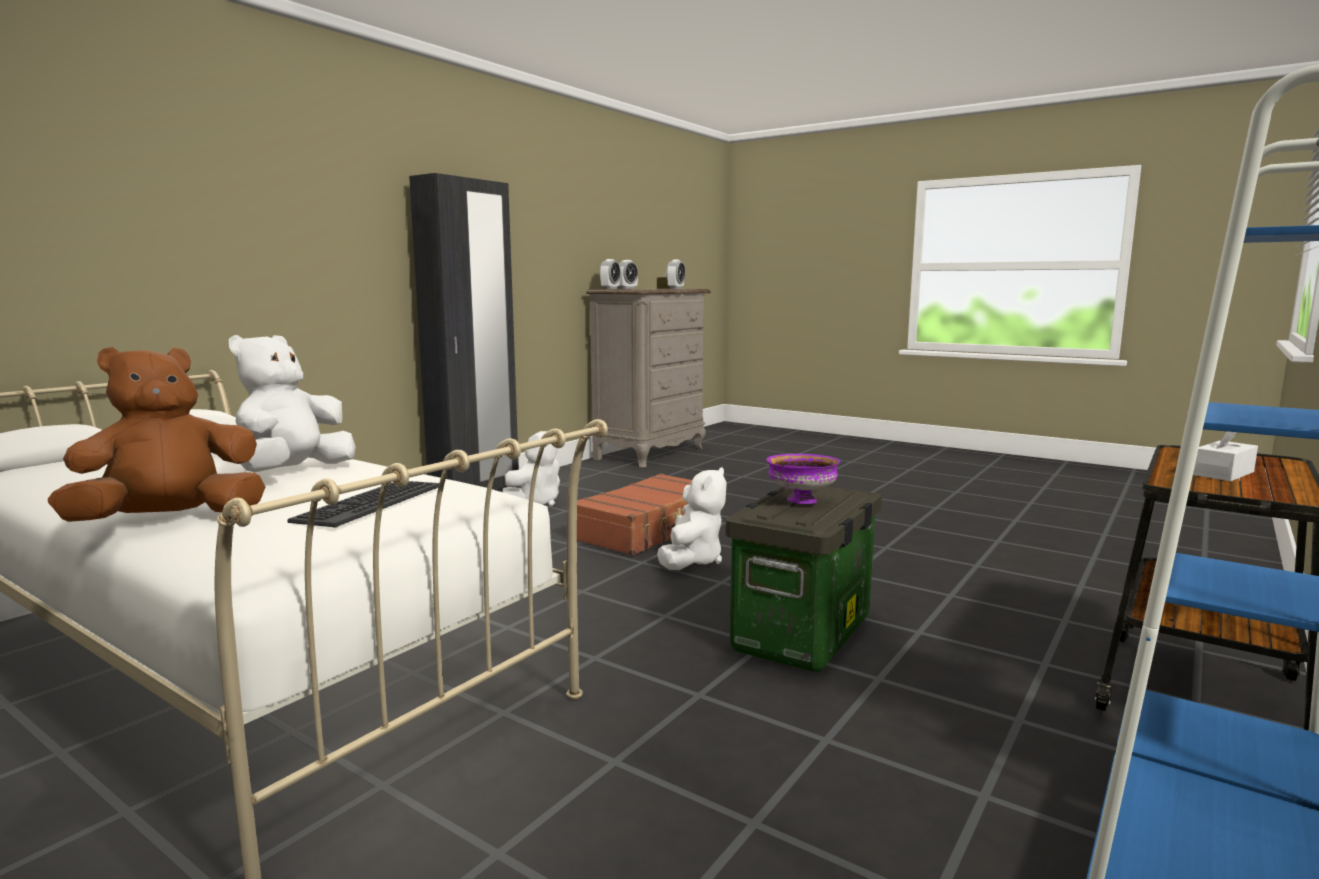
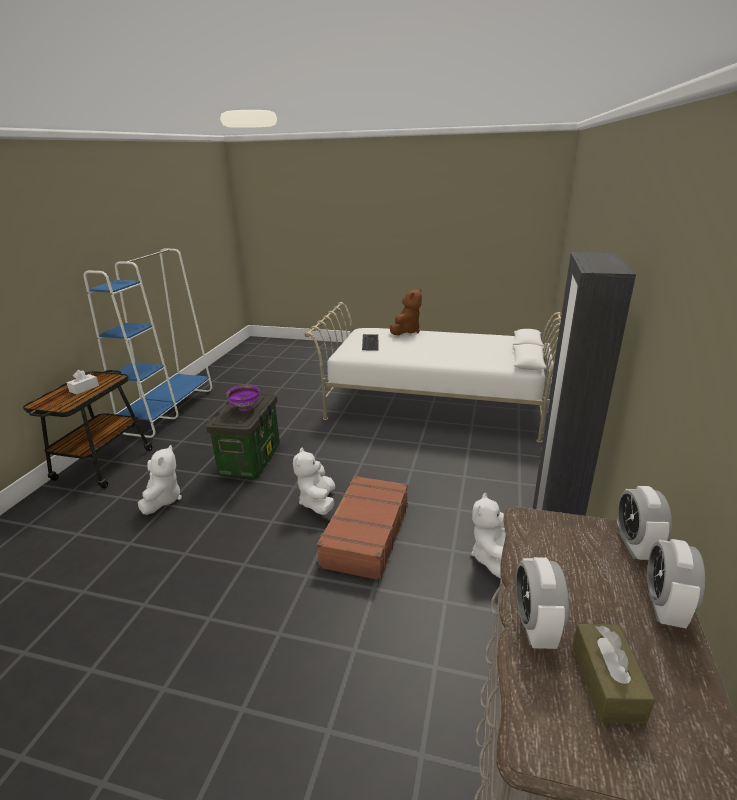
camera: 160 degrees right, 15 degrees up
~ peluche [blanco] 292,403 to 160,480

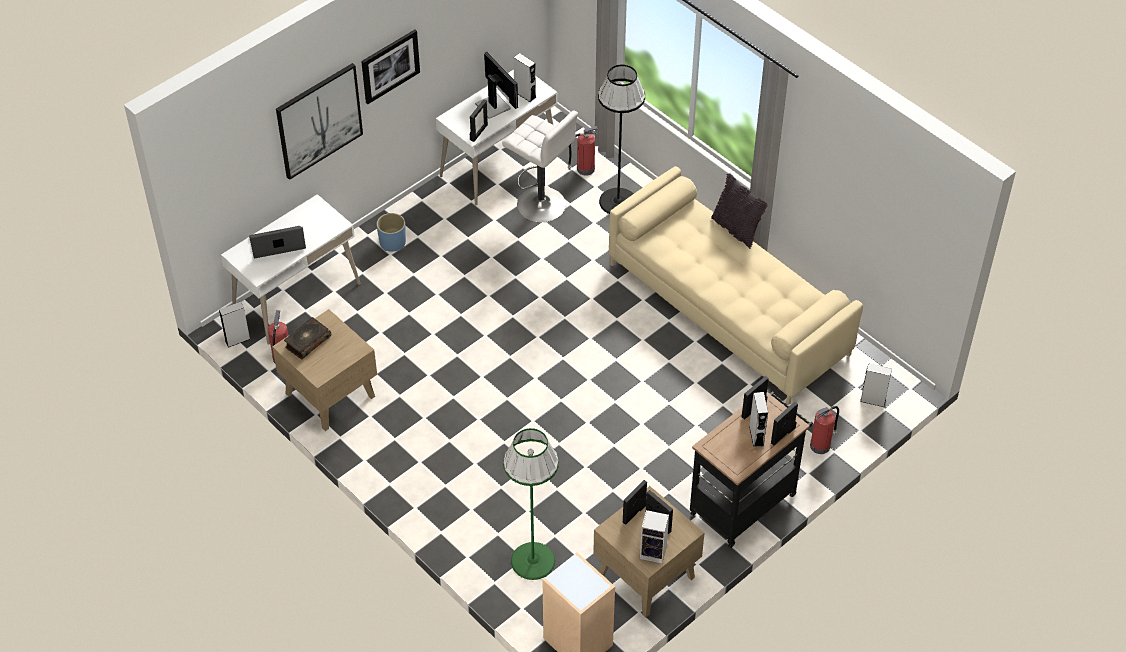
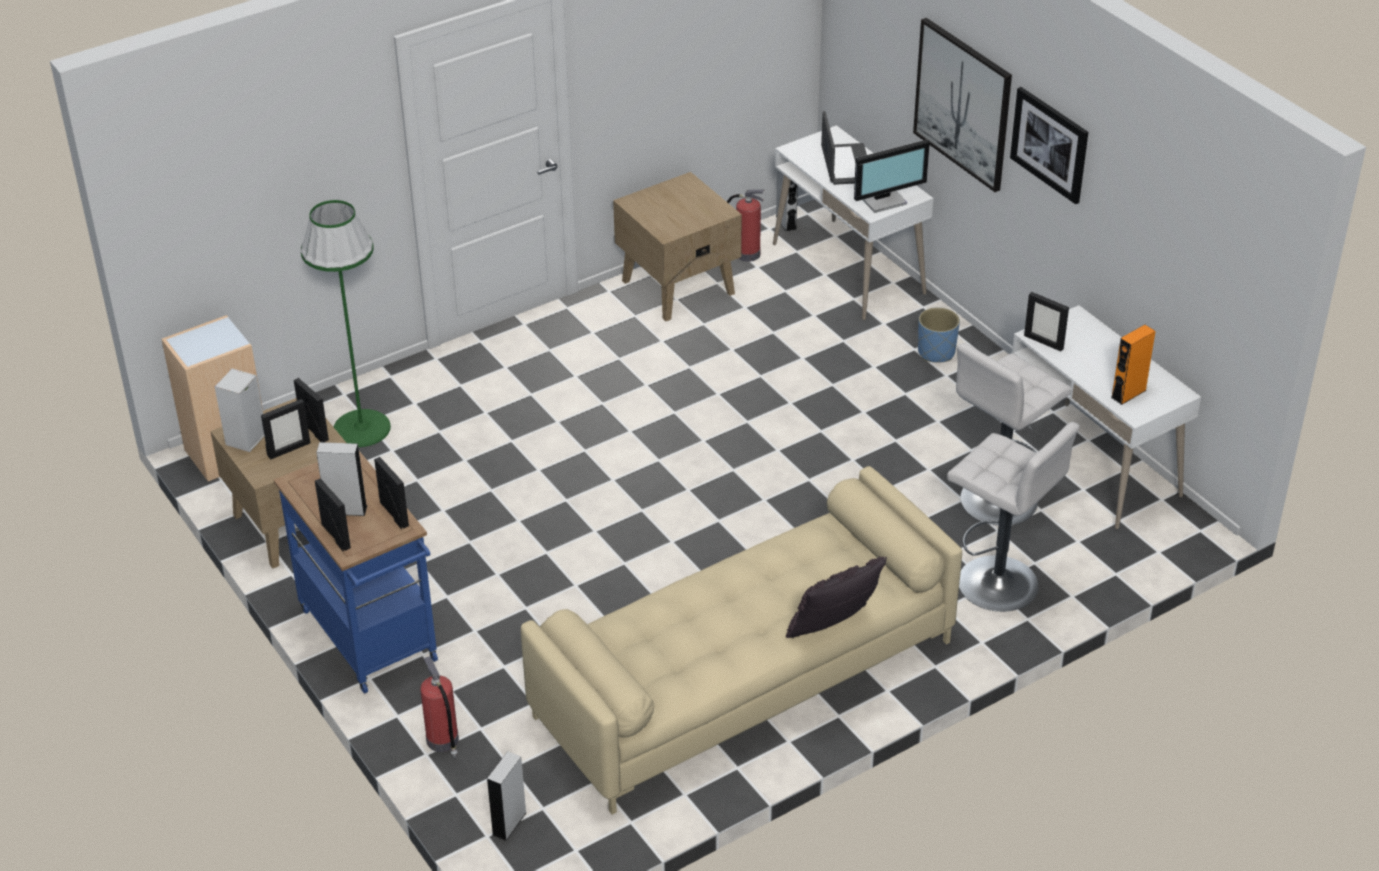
camera: 100 degrees right, 10 degrees down
~ carrito [negro] 751,470 to carrito [azul] 356,572
~ monitor 496,85 to 892,176
~ lámpara de pie [negro] 621,139 to taburete [blanco] 1013,517
~ altavoz [gris] 524,77 to altavoz [naranja] 1133,365
- libro 307,338
- extintor 583,151

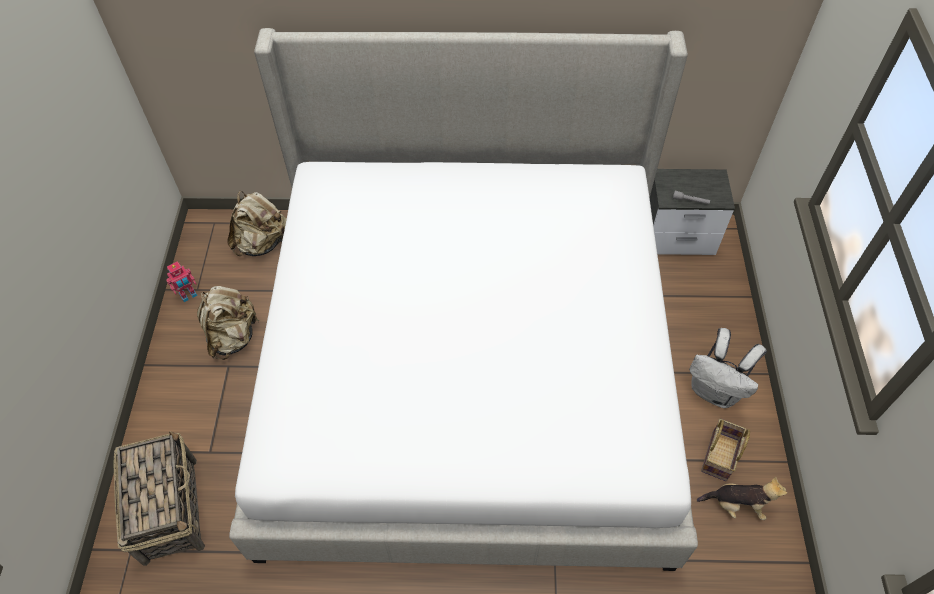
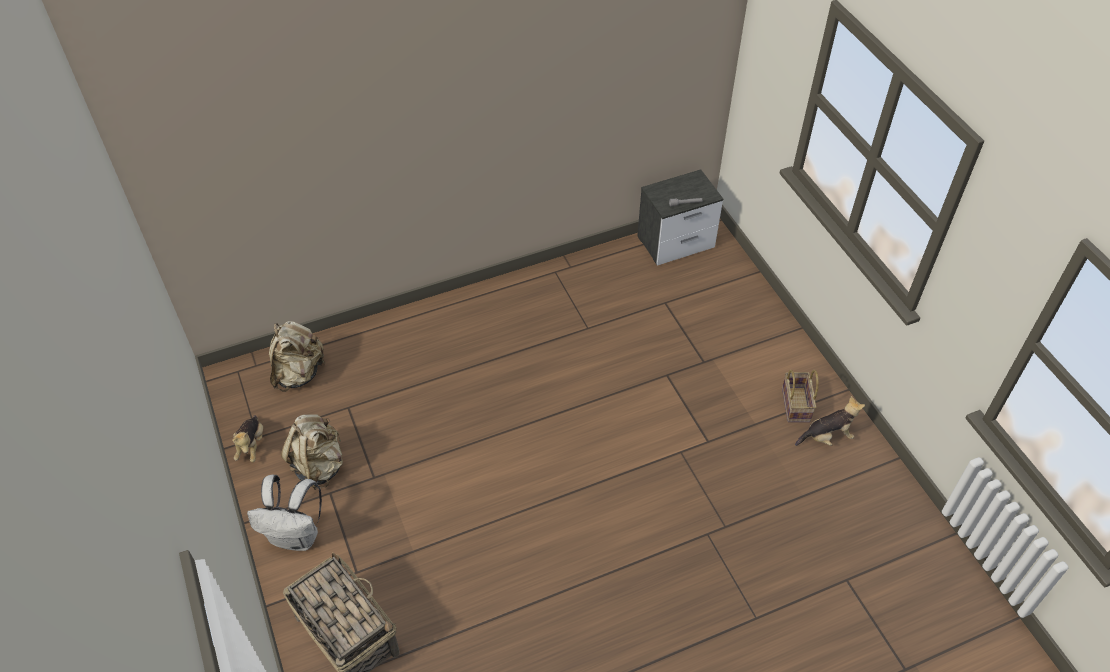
camera: 25 degrees left, 5 degrees down
~ robot de juguete 182,281 to peluche 247,439
~ mochila [blanco] 728,368 to 284,513
- cama 463,299

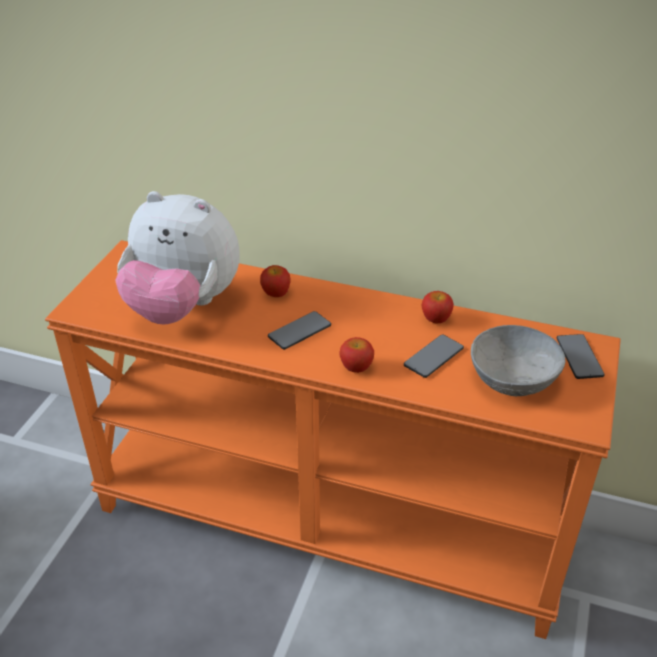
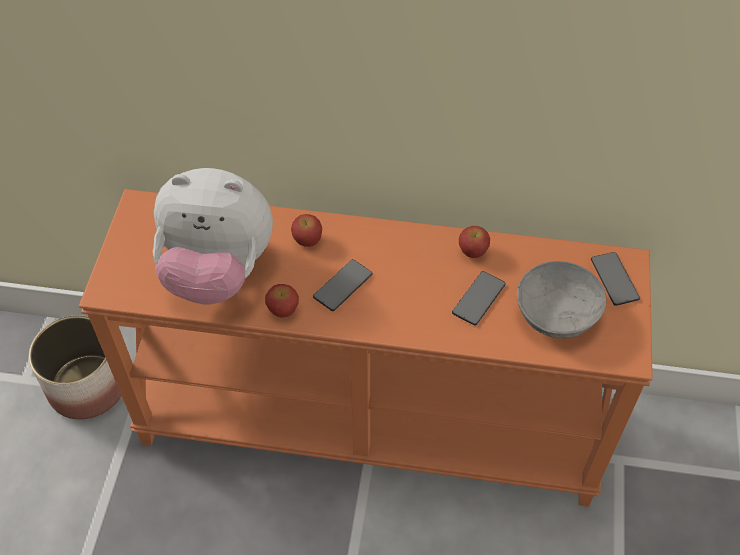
camera: 10 degrees left, 15 degrees up
+ maceta 75,367
~ manzana 357,355 to 282,300

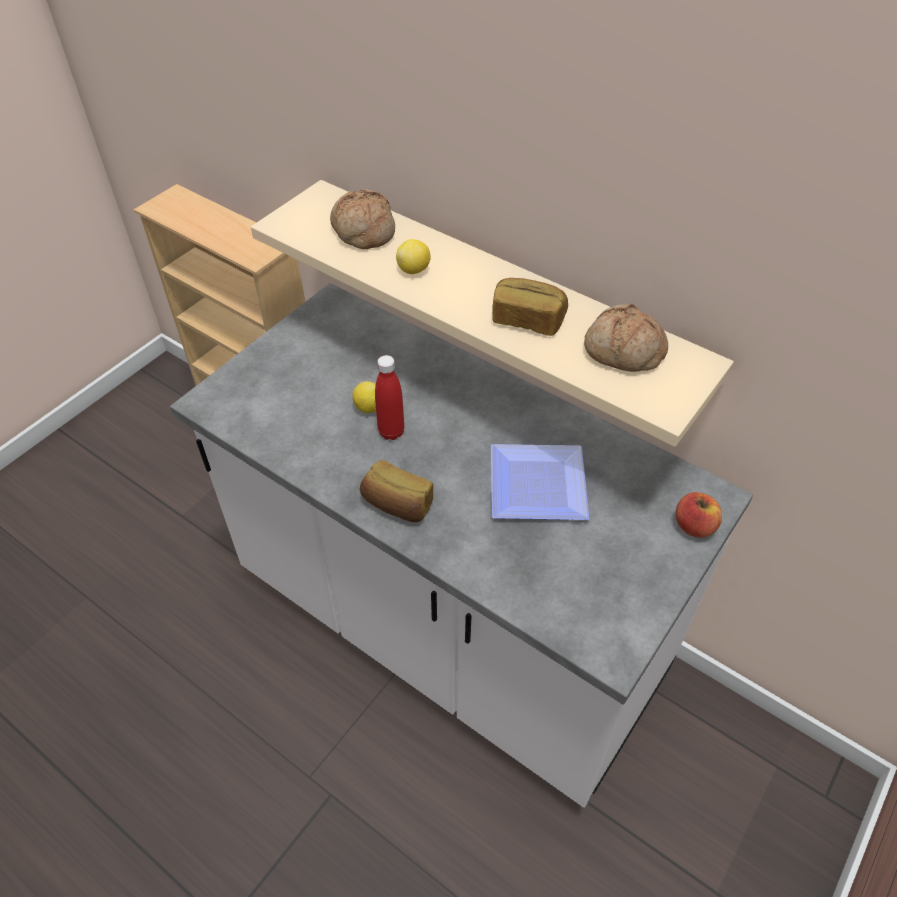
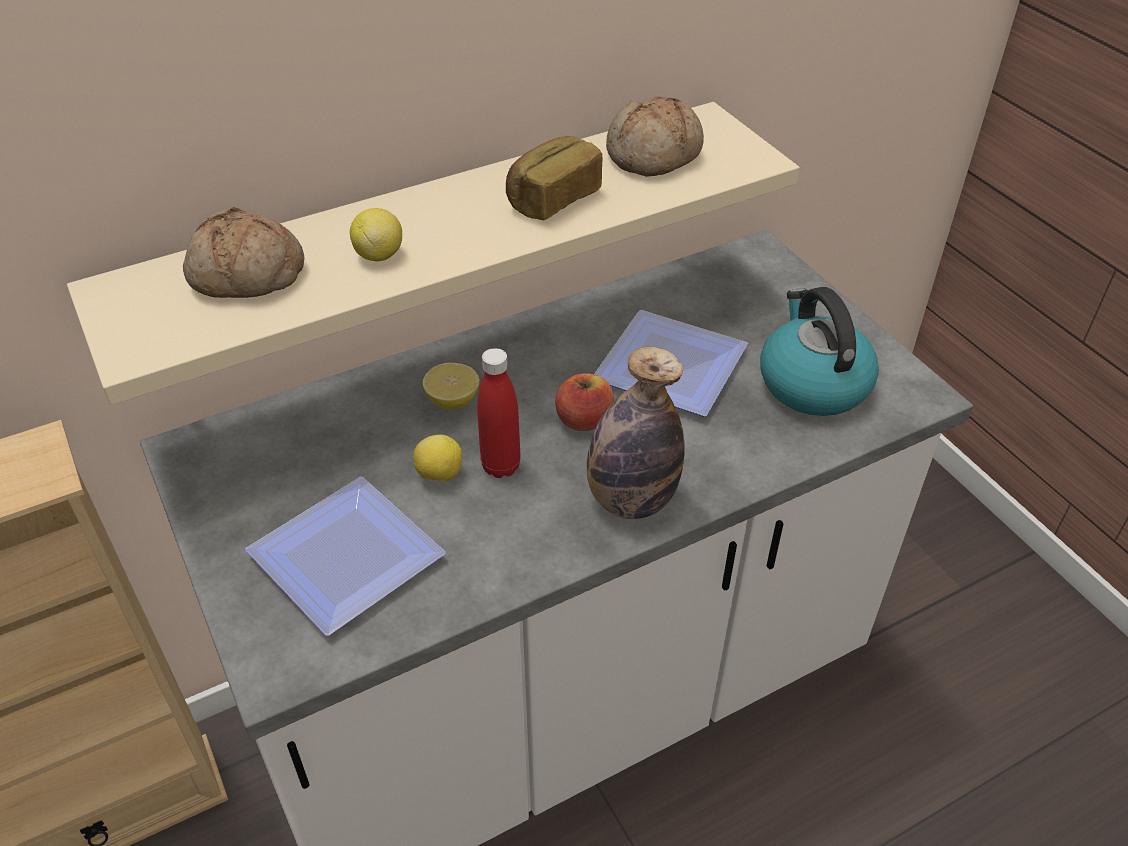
camera: 65 degrees left, 5 degrees down
+ plato 345,556
+ limón 451,386
~ manzana 698,514 to 584,402
~ pan 396,491 to botella 636,433
+ hervidor 819,351

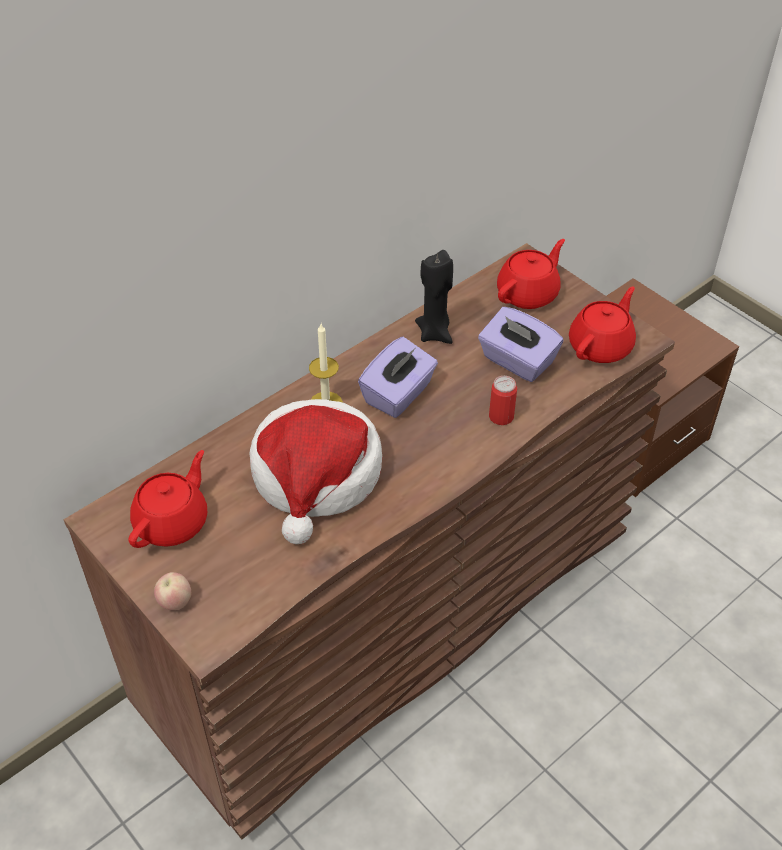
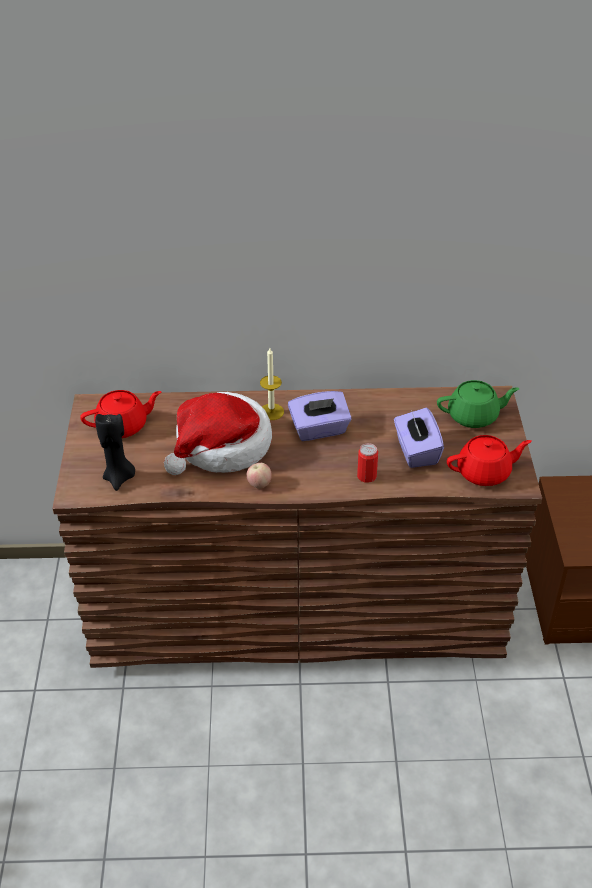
camera: 40 degrees right, 5 degrees down
~ vela [negro] 434,297 to 115,452
~ manzana 172,591 to 259,476
~ tetera [rojo] 531,274 to tetera [verde] 478,404

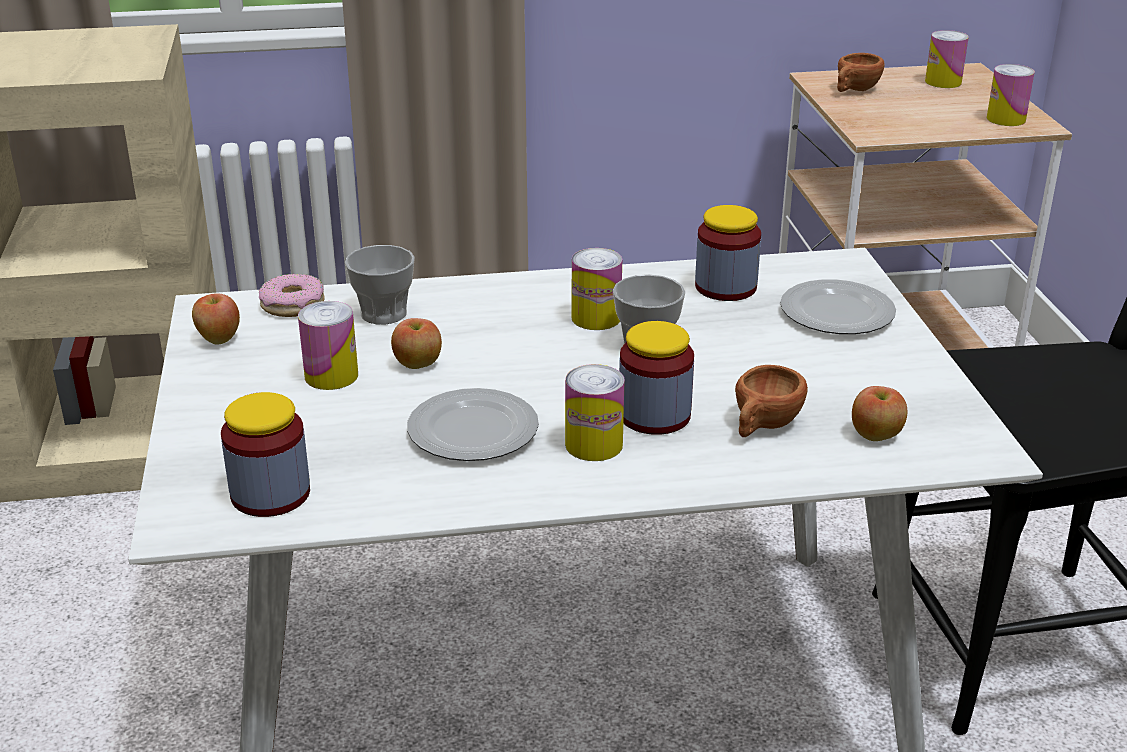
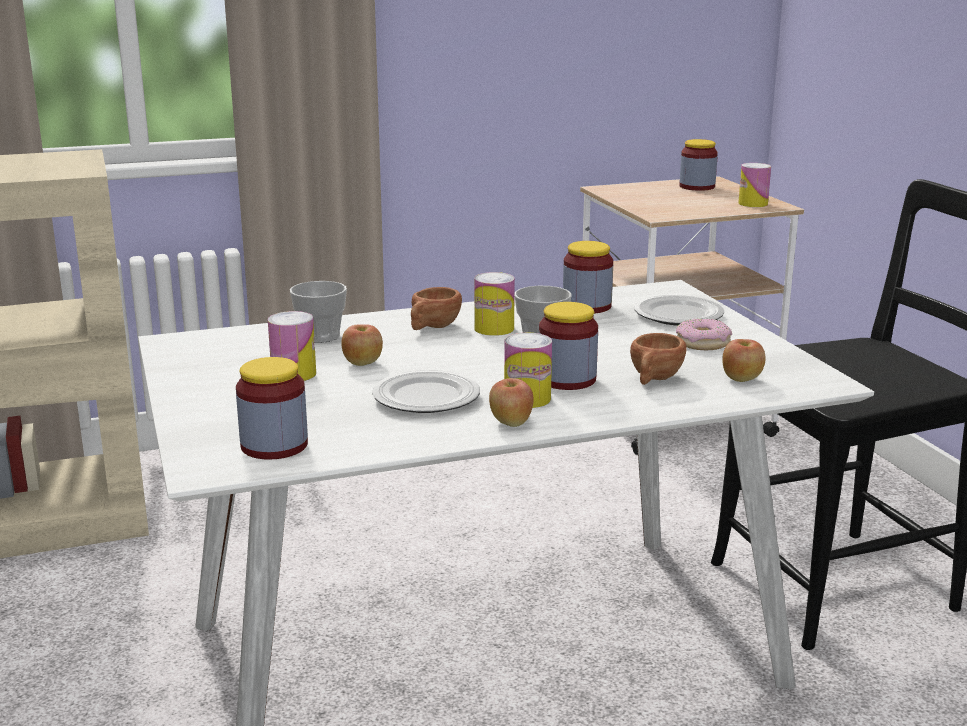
camera: 10 degrees left, 10 degrees down
~ taza [marrón] 861,72 to 436,308
~ manzana 216,319 to 511,402
~ rosquilla 292,295 to 704,334
~ lata 947,59 to tarro 698,165

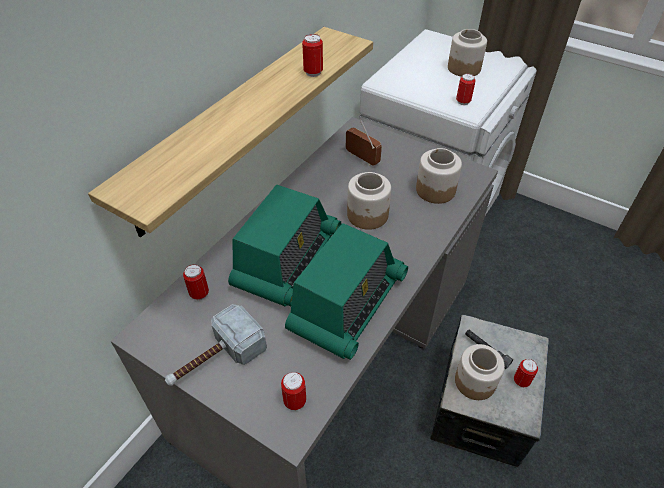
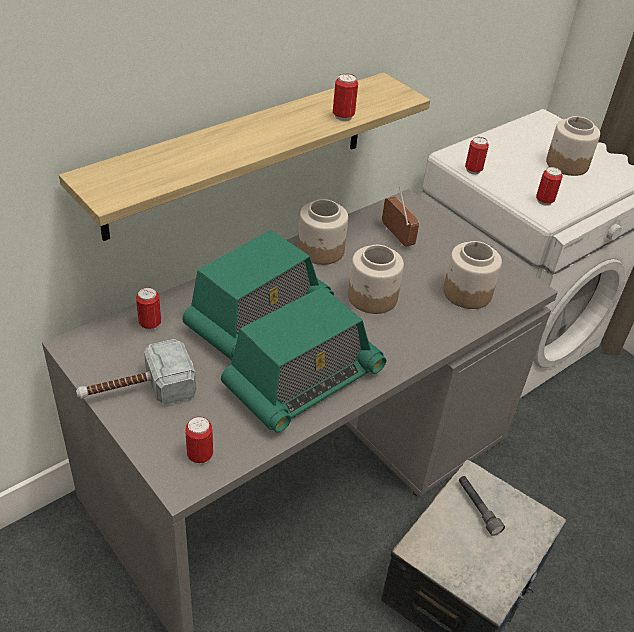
camera: 15 degrees right, 5 degrees down
~ tarro 480,372 to 323,232
~ lata 526,373 to 477,156

